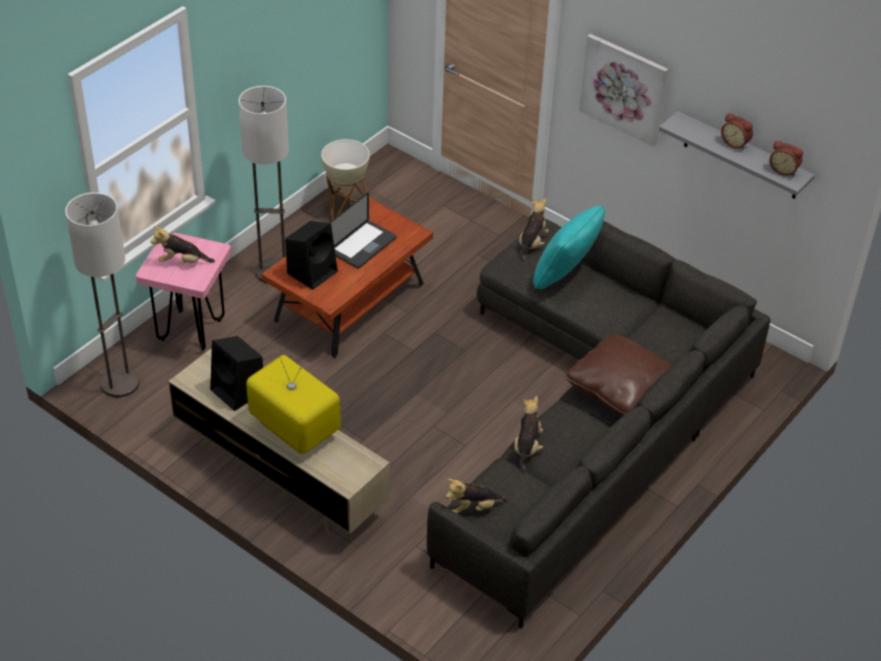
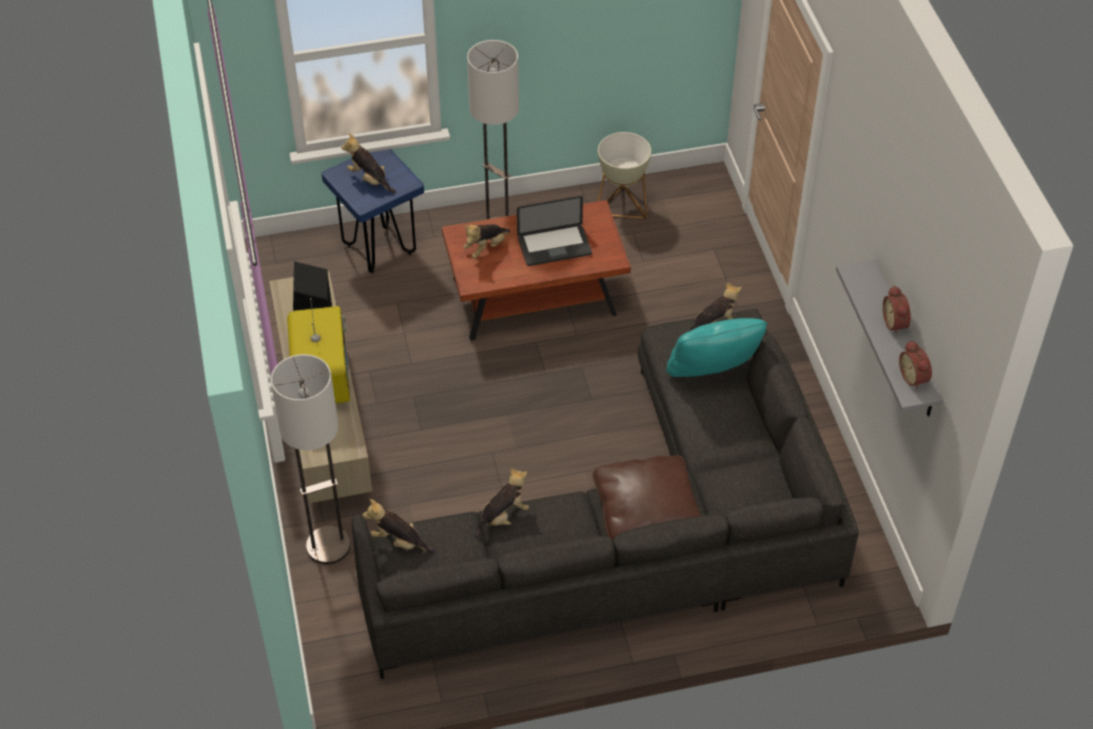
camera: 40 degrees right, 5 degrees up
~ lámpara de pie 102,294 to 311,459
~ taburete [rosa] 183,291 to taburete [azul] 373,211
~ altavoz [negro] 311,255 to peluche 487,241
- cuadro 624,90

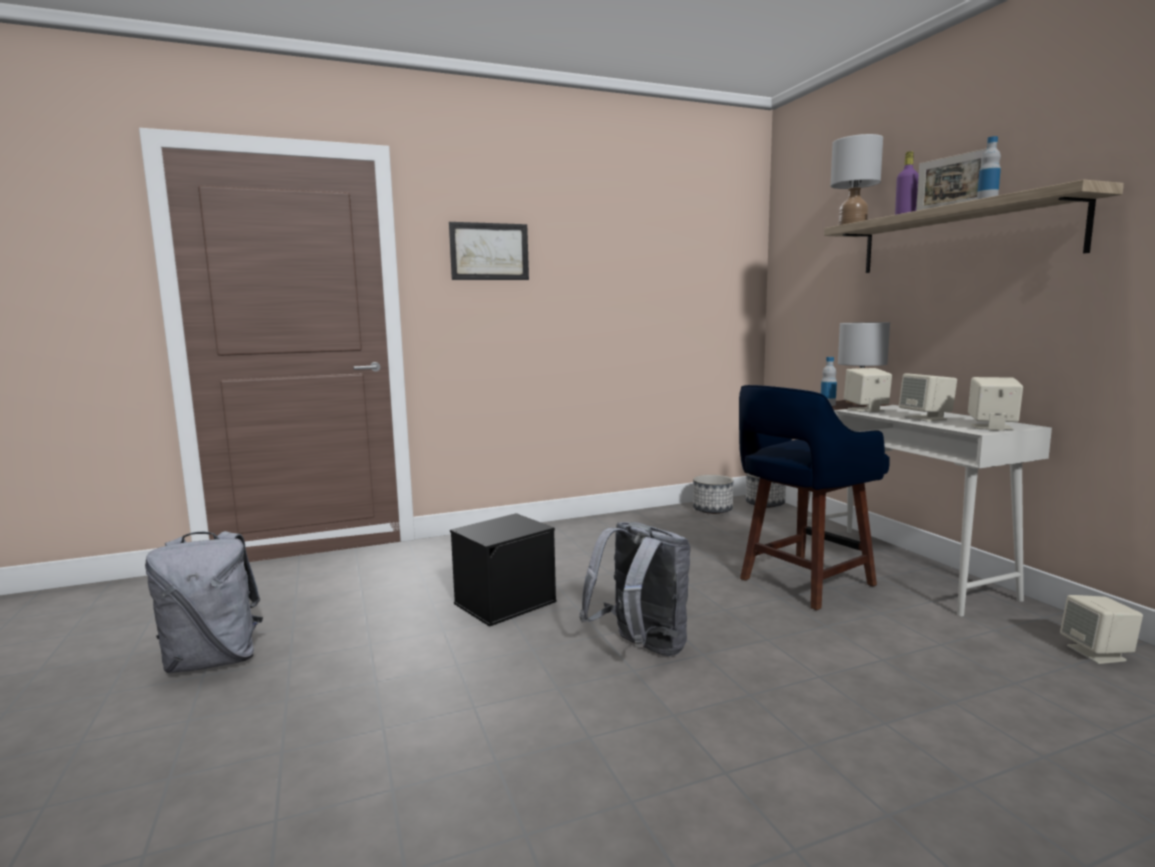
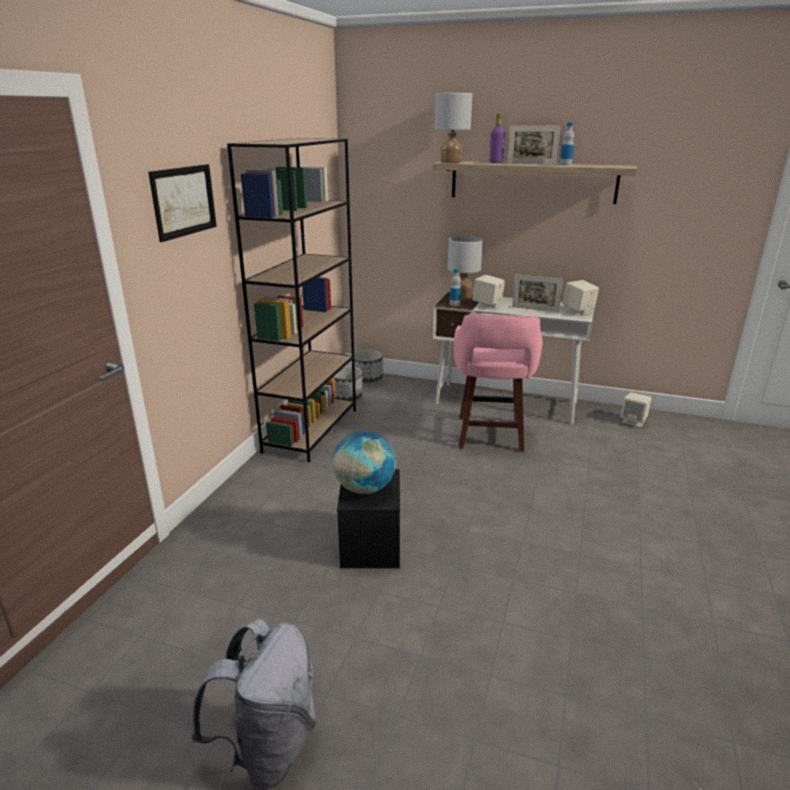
camera: 50 degrees left, 15 degrees up
+ estantería [beis] 291,300
+ globo terráqueo 364,462
~ taburete [azul] 814,497 to taburete [rosa] 498,383
~ altavoz [beis] 928,397 to portarretratos 537,293
- mochila [gris] 635,589

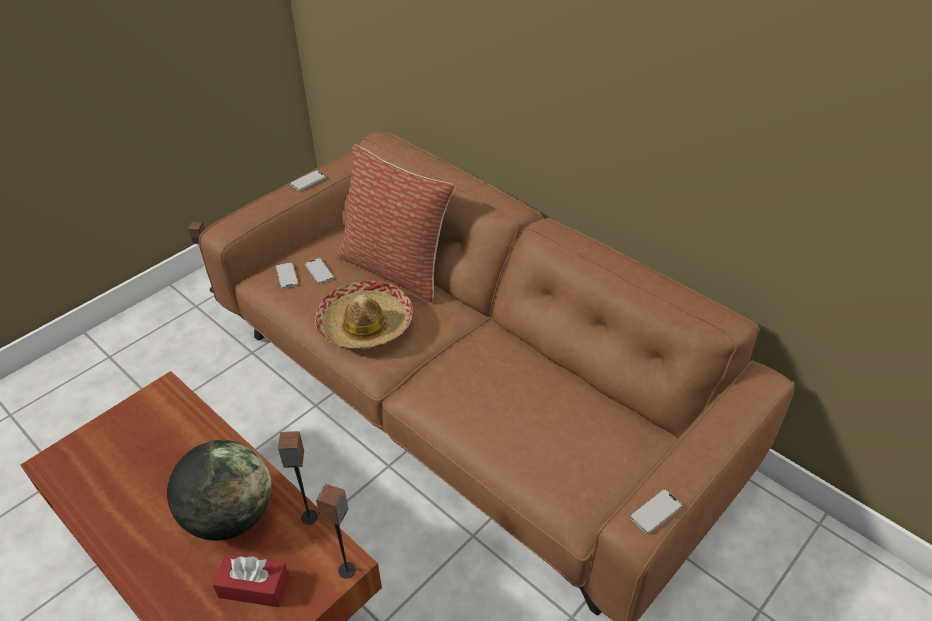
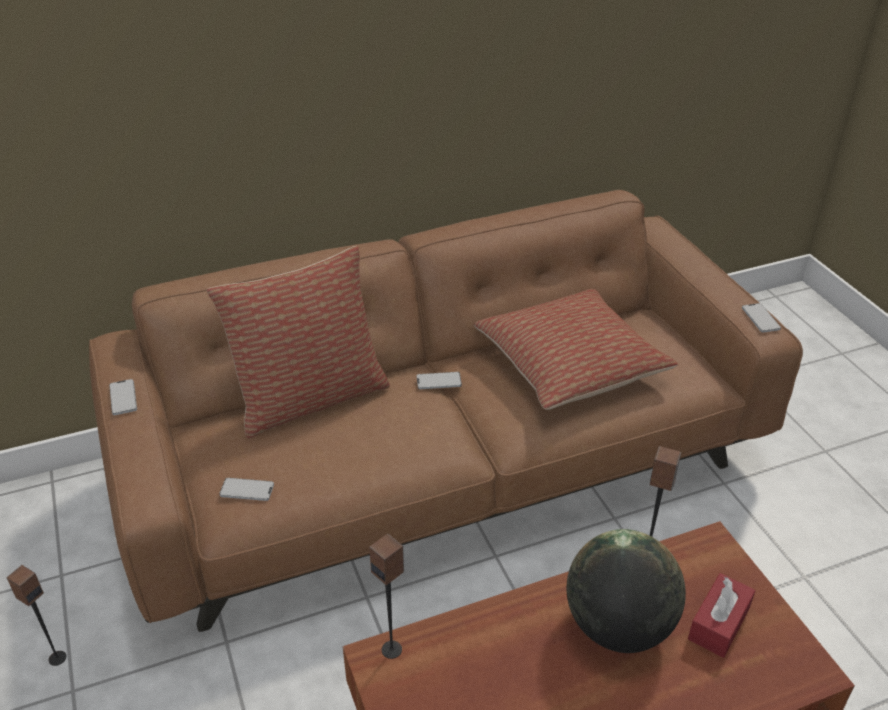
camera: 65 degrees left, 5 degrees down
~ altavoz 336,531 to 386,596
~ móvil 319,271 to 439,380
+ cojín 576,349
- sombrero 364,315

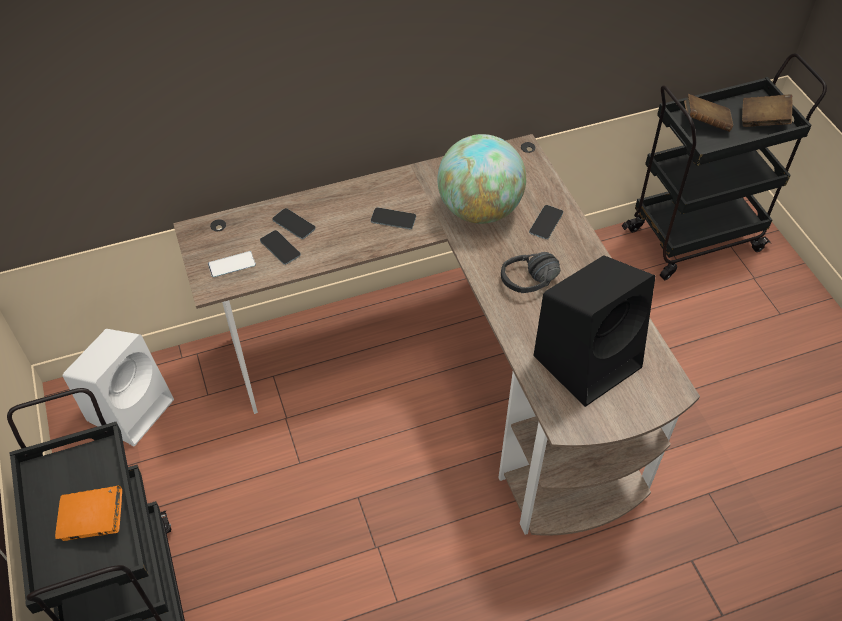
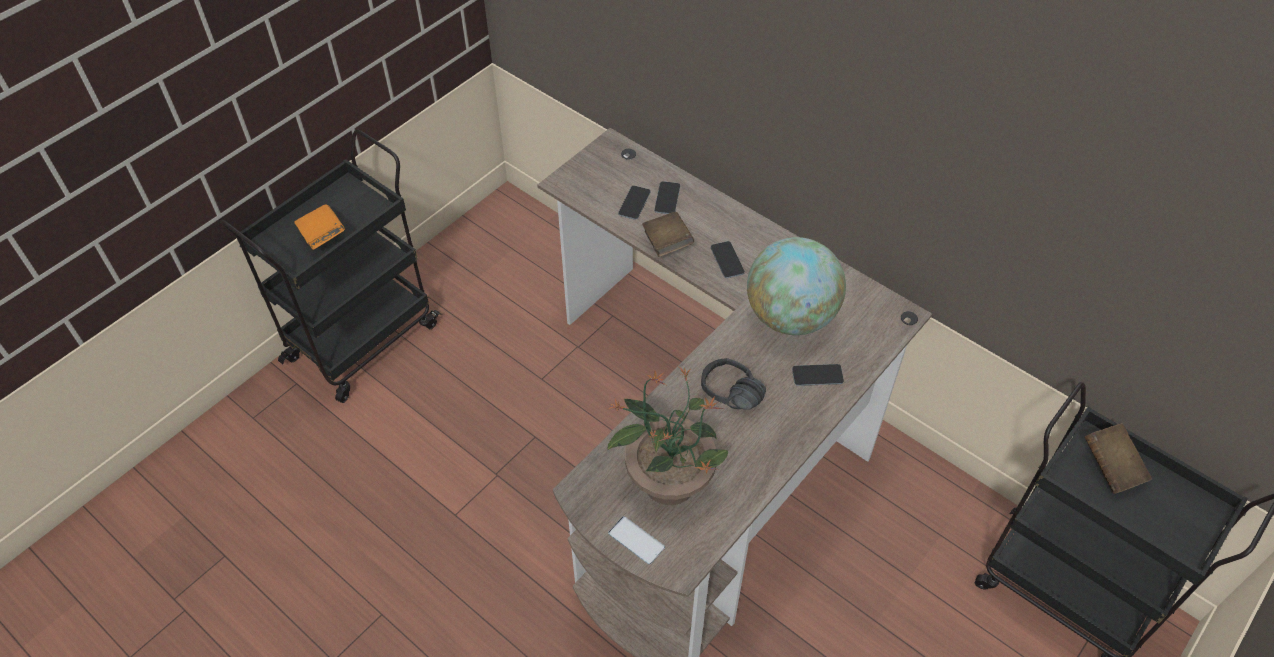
camera: 60 degrees right, 0 degrees up
~ altavoz [negro] 594,331 to planta en maceta 667,436
~ móvil 232,264 to 636,540
~ libro [marrón] 767,110 to 668,234
- altavoz [blanco] 118,387

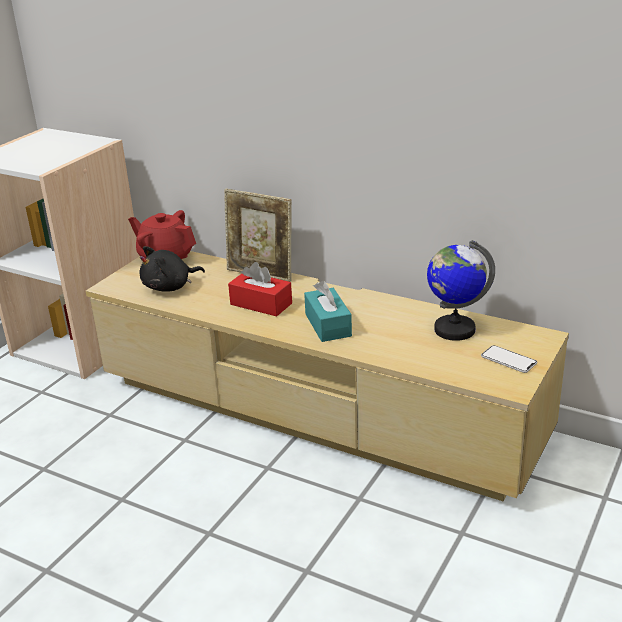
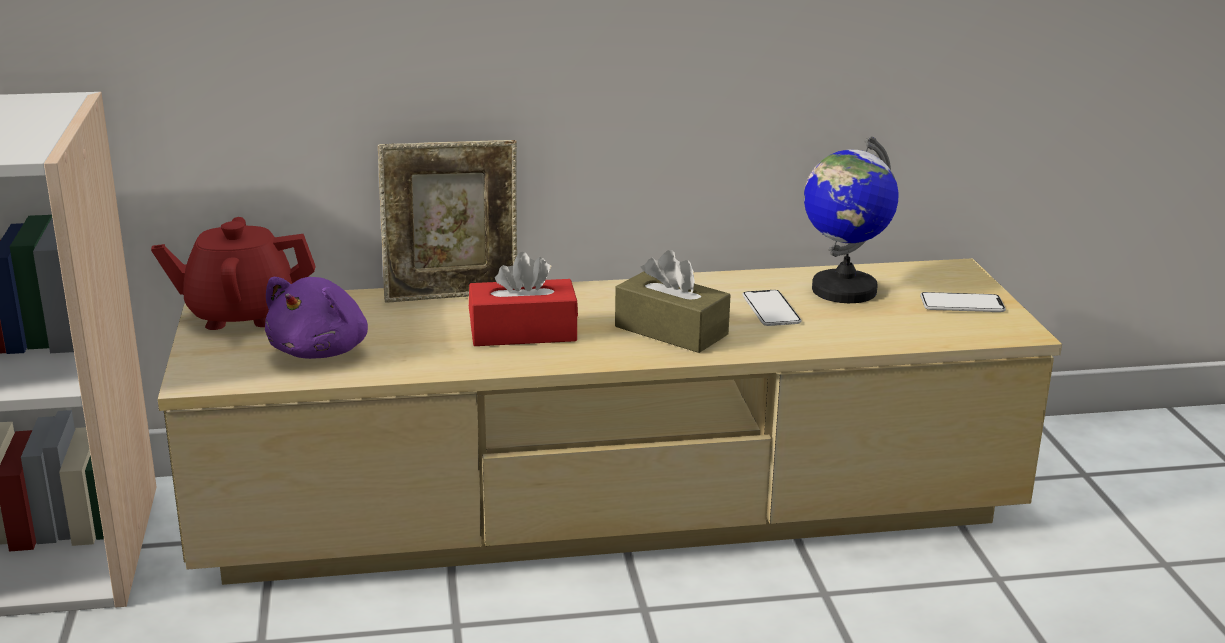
camera: 40 degrees left, 5 degrees down
~ peluche [negro] 172,269 to peluche [morado] 316,318
~ caja de pañuelos [turquesa] 328,311 to caja de pañuelos [marrón] 672,301
+ móvil 771,308

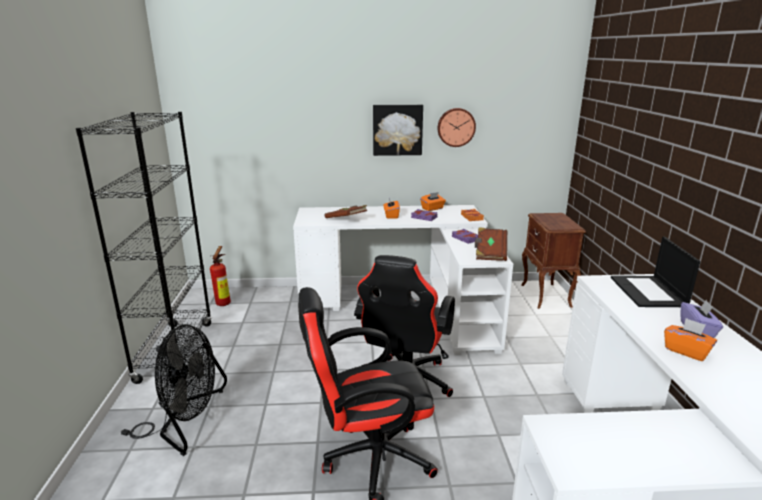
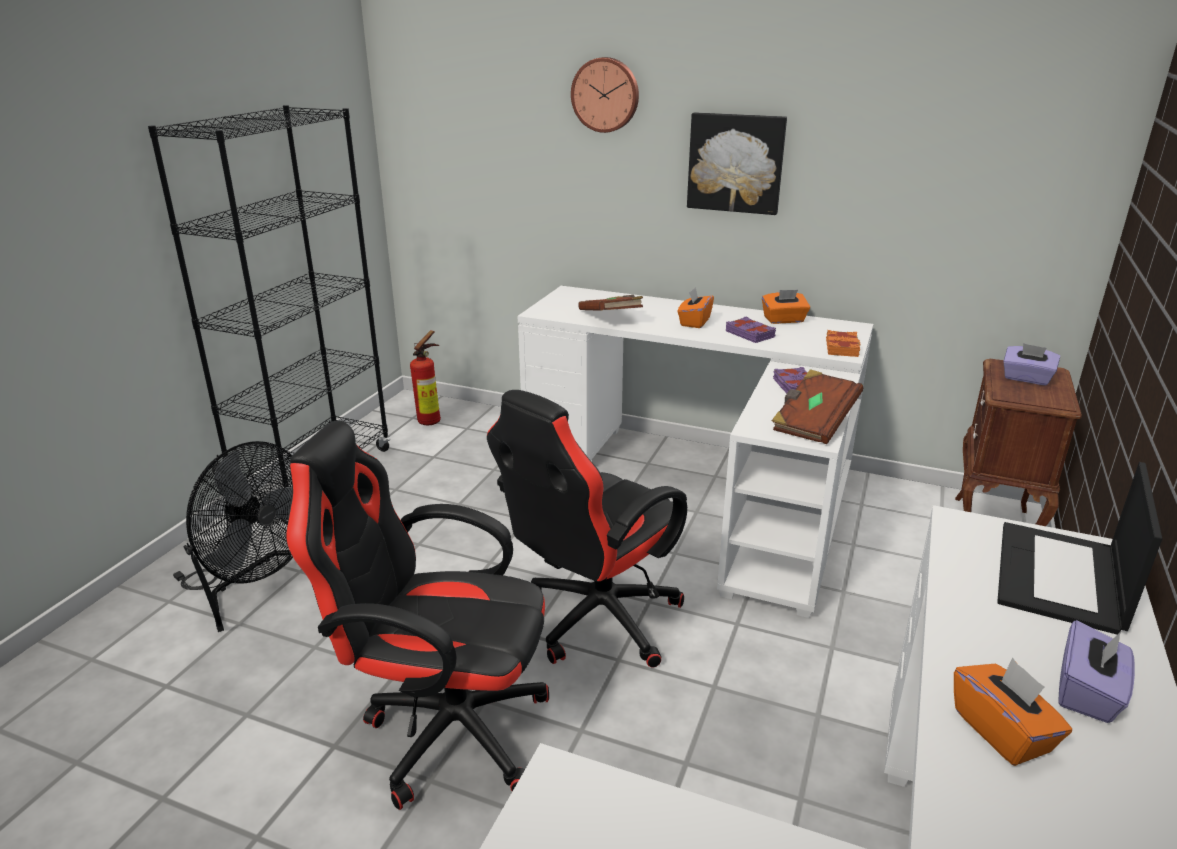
camera: 25 degrees right, 5 degrees up
~ reloj de pared 456,127 to 605,95
+ caja de pañuelos [morado] 1031,364

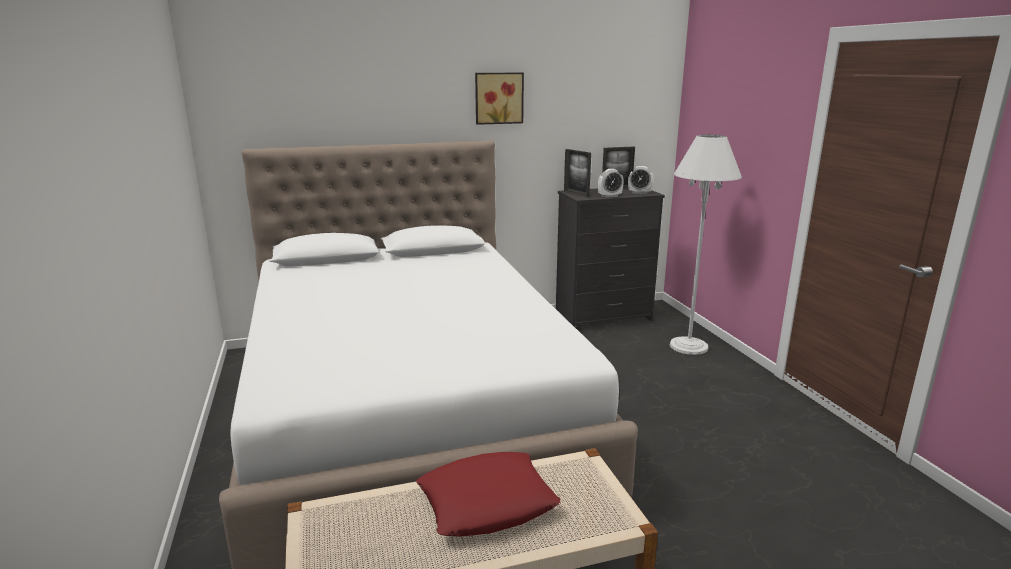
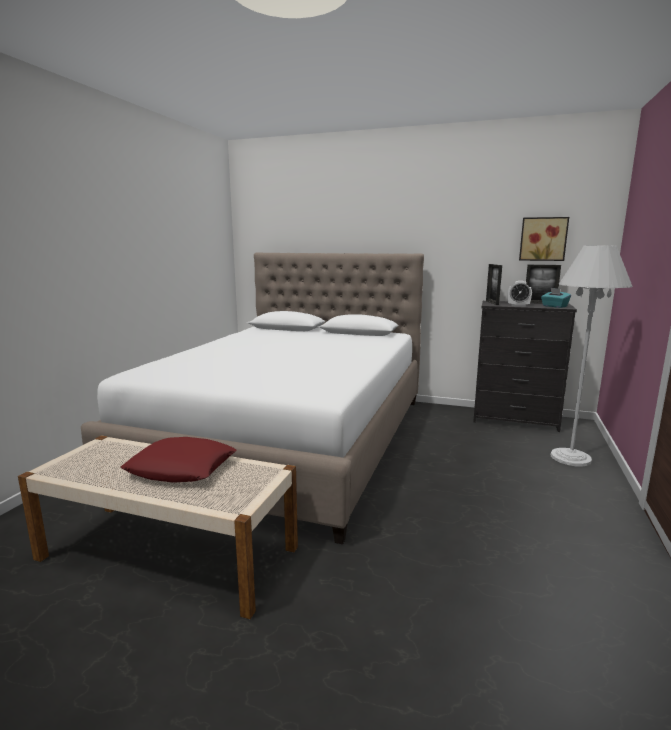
camera: 35 degrees right, 5 degrees down
~ cuadro 499,99 to 544,239
~ despertador 640,180 to caja de pañuelos [turquesa] 556,298

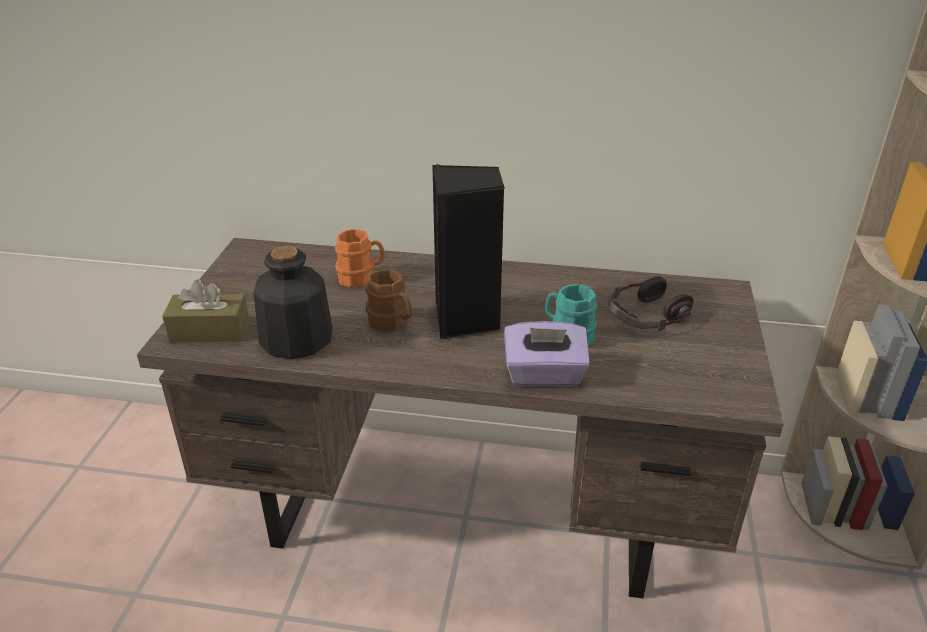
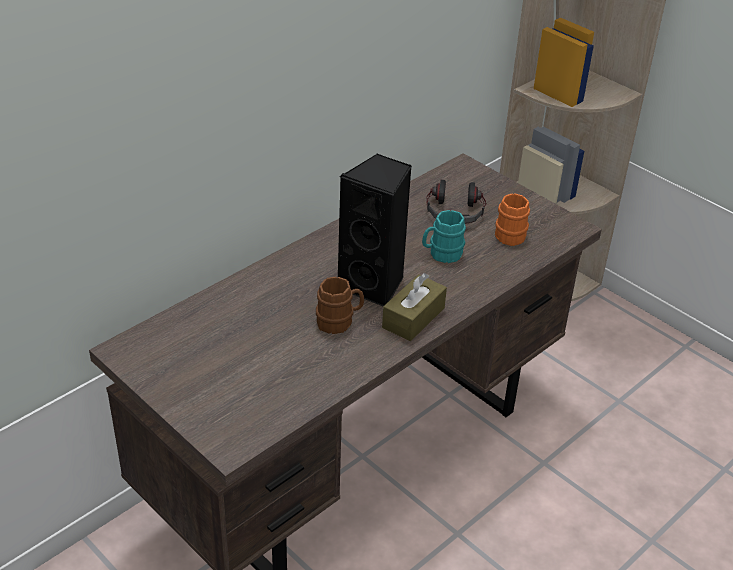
camera: 55 degrees left, 5 degrees up
~ caja de pañuelos [marrón] 205,311 to 414,307
~ taza grande [naranja] 360,258 to 512,219
- botella 293,302
- caja de pañuelos [morado] 547,353

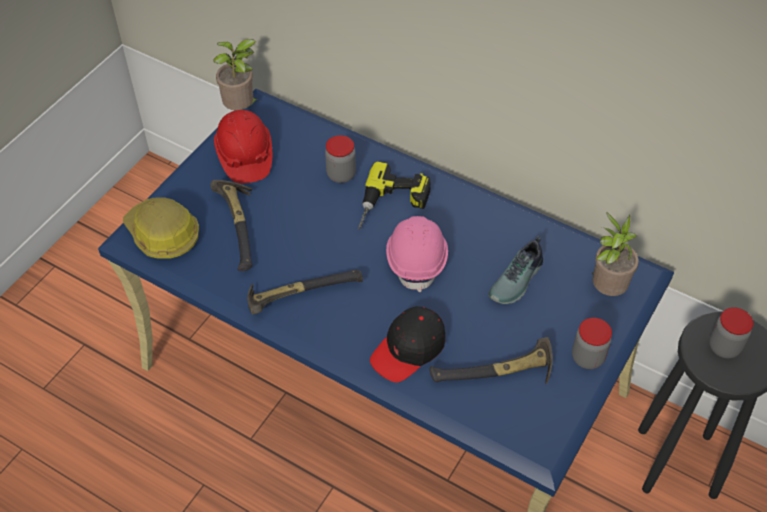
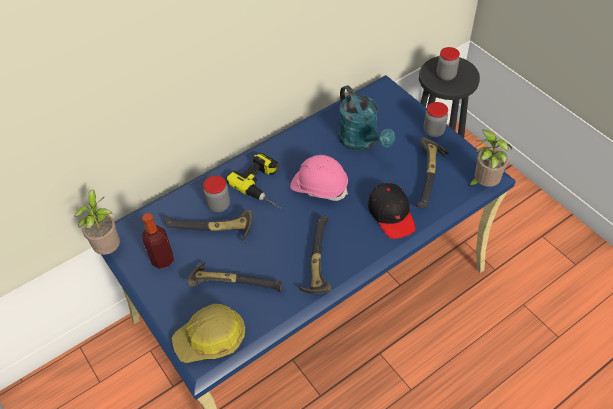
camera: 65 degrees left, 0 degrees up
~ casco [rojo] 243,147 to botella 158,241
+ martillo 209,226
~ zapato 515,270 to regadera [turquesa] 367,118
~ planta en maceta 615,254 to 490,158

